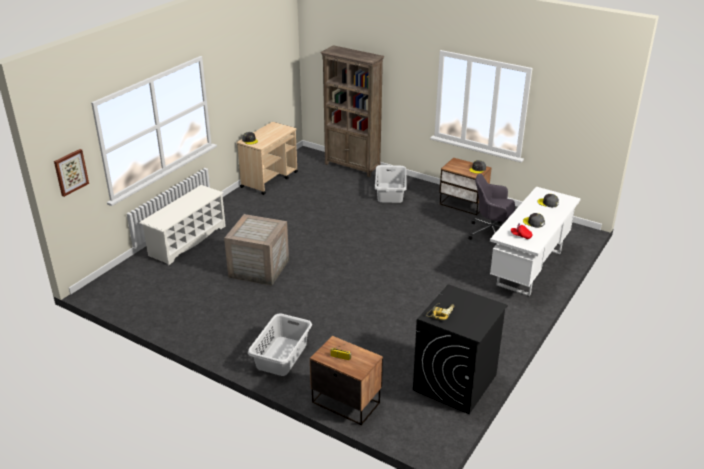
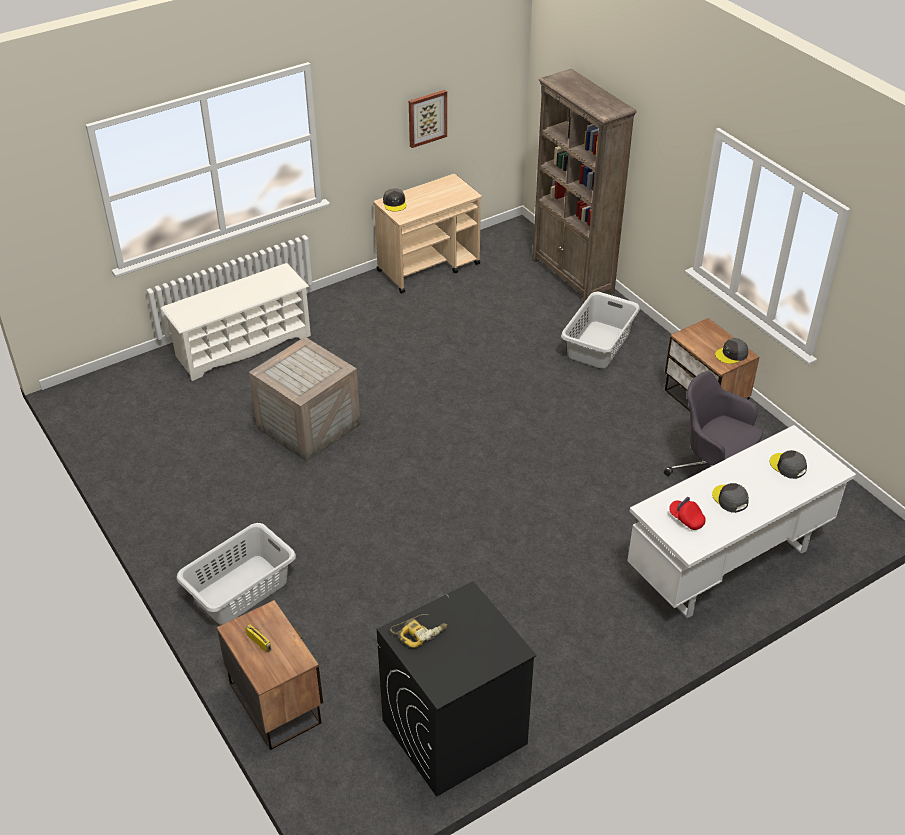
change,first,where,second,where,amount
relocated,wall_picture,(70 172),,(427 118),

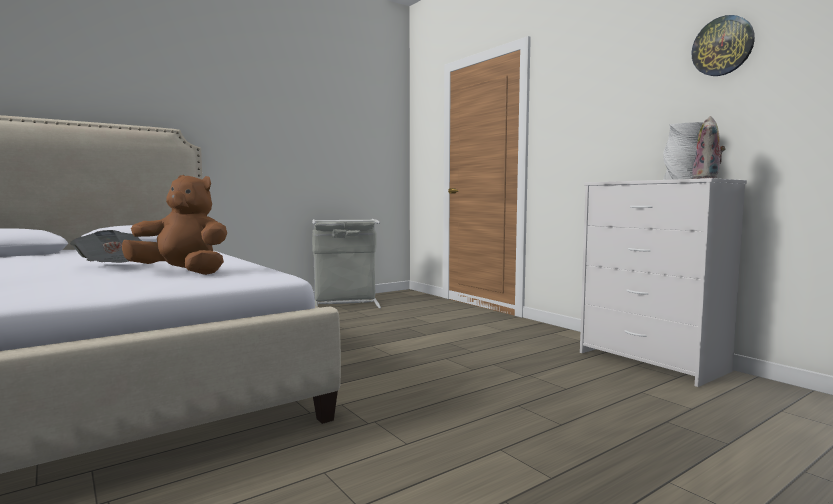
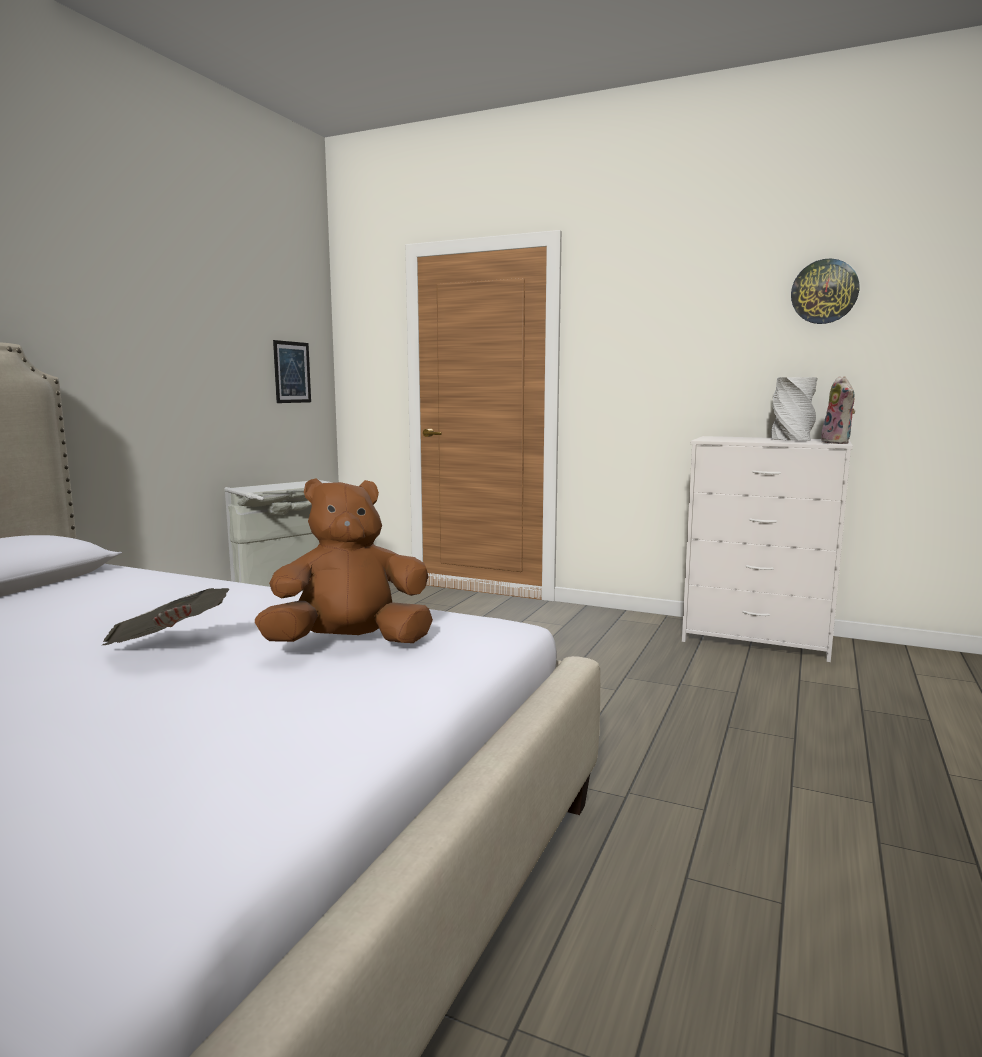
change,first,where,second,where,amount
appeared,,,wall_picture,(292 372),

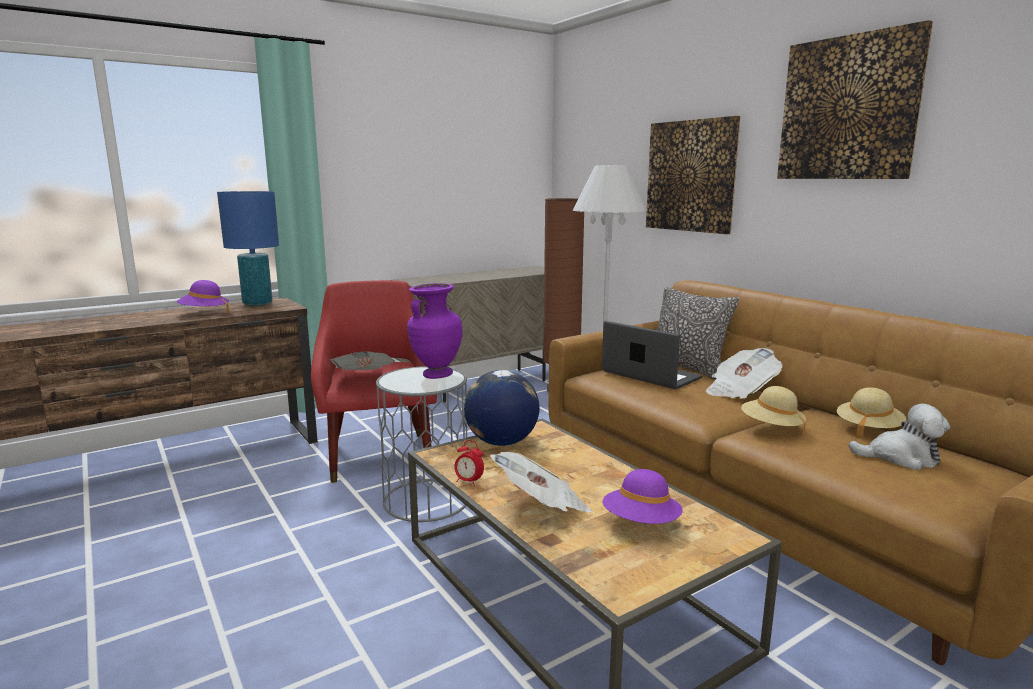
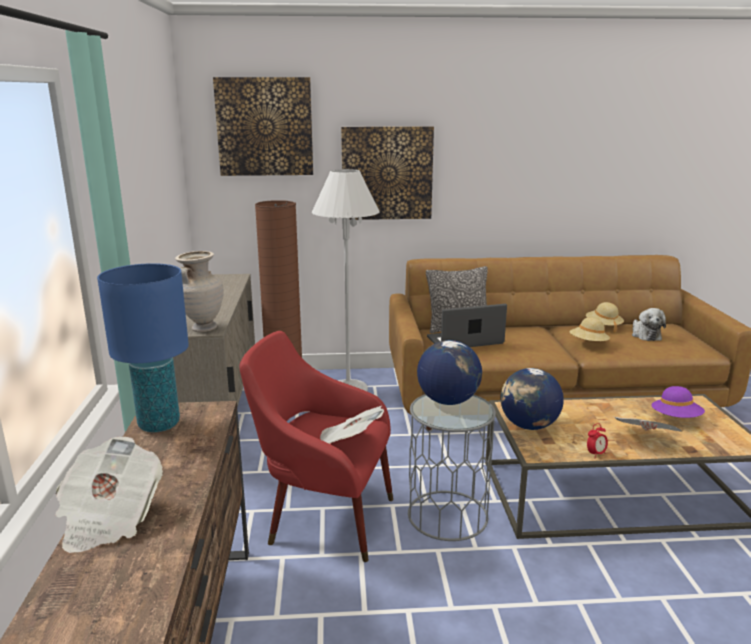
change,first,where,second,where,amount
missing,purple-coloured_hat,(204 313),,,
exchanged,purple-coloured_decorative_vase,(436 375),world_globe,(447 401),
relocated,printed_paper,(740 391),,(109 518),
relocated,wall_picture,(848 108),,(264 127),
spun,cuddly_toy,(900 458),,(645 335),135 degrees clockwise
appeared,,,sand-coloured_decorative_vase,(203 328),

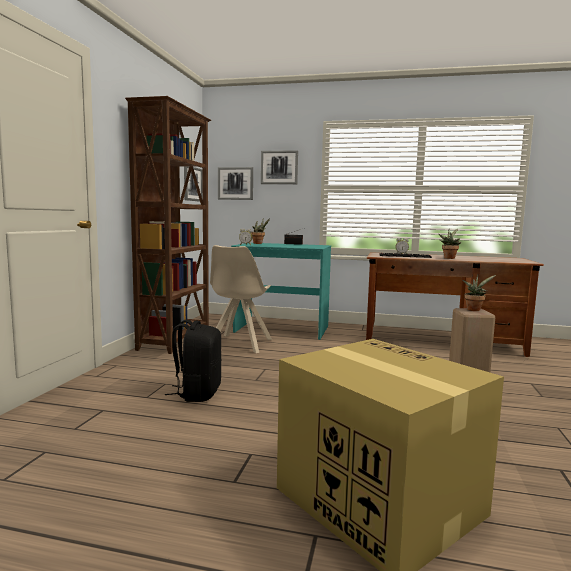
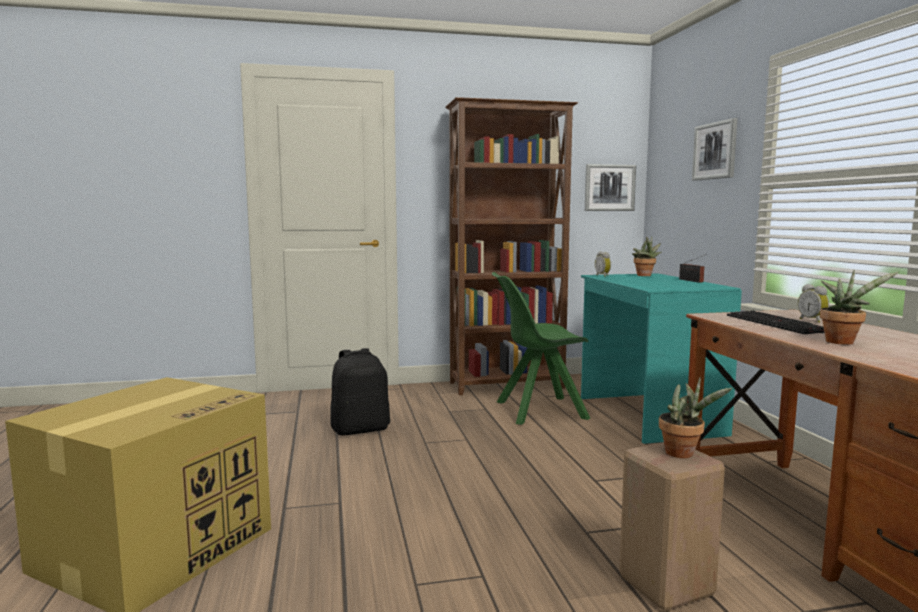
change,first,where,second,where,amount
colour,sand-coloured_plain_chair,(239 344),green-coloured_plain_chair,(538 411),
missing,wall_picture,(235 183),,,

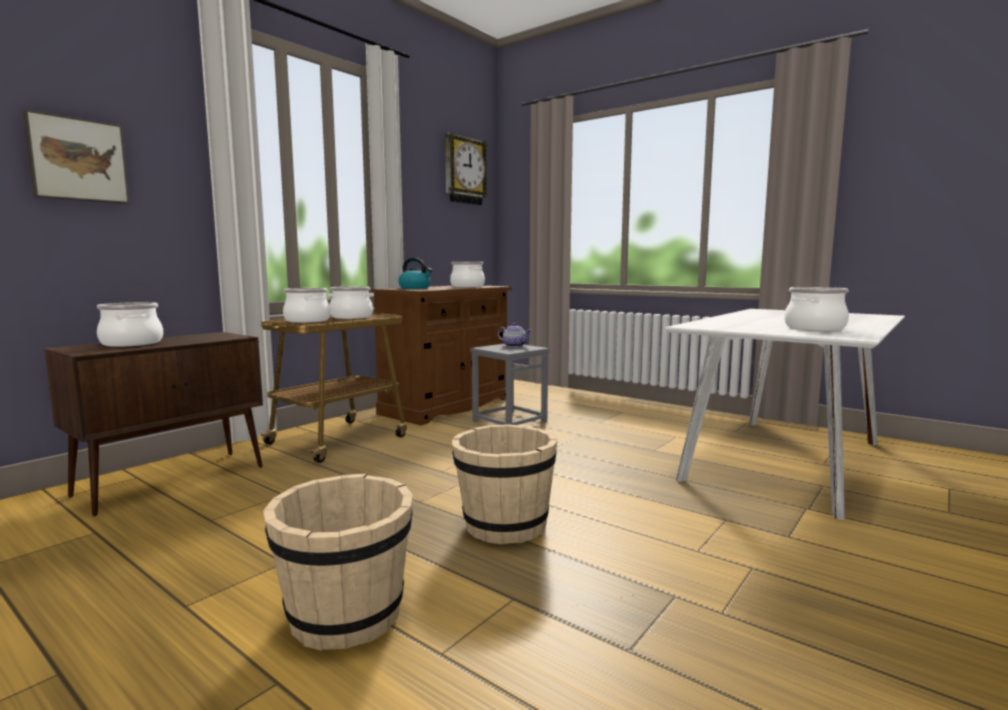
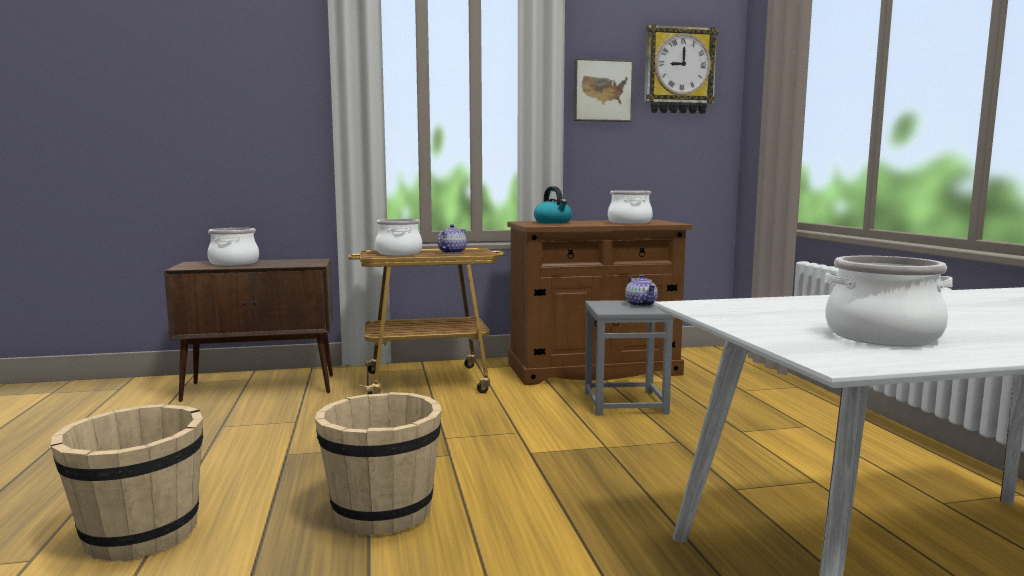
change,first,where,second,where,amount
relocated,wall_picture,(77 160),,(602 91),
exchanged,cooking_pot,(351 317),pot_for_tea,(451 252),

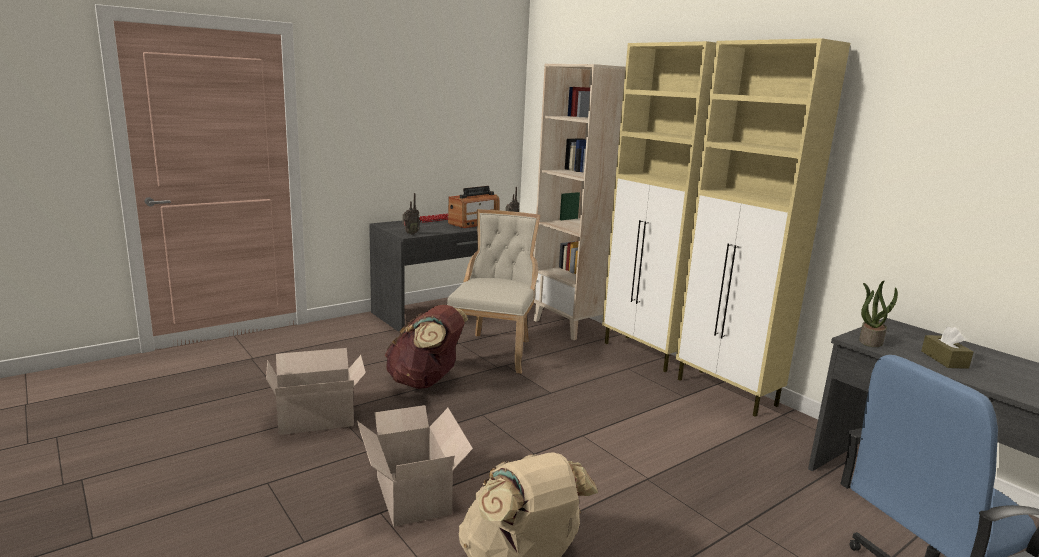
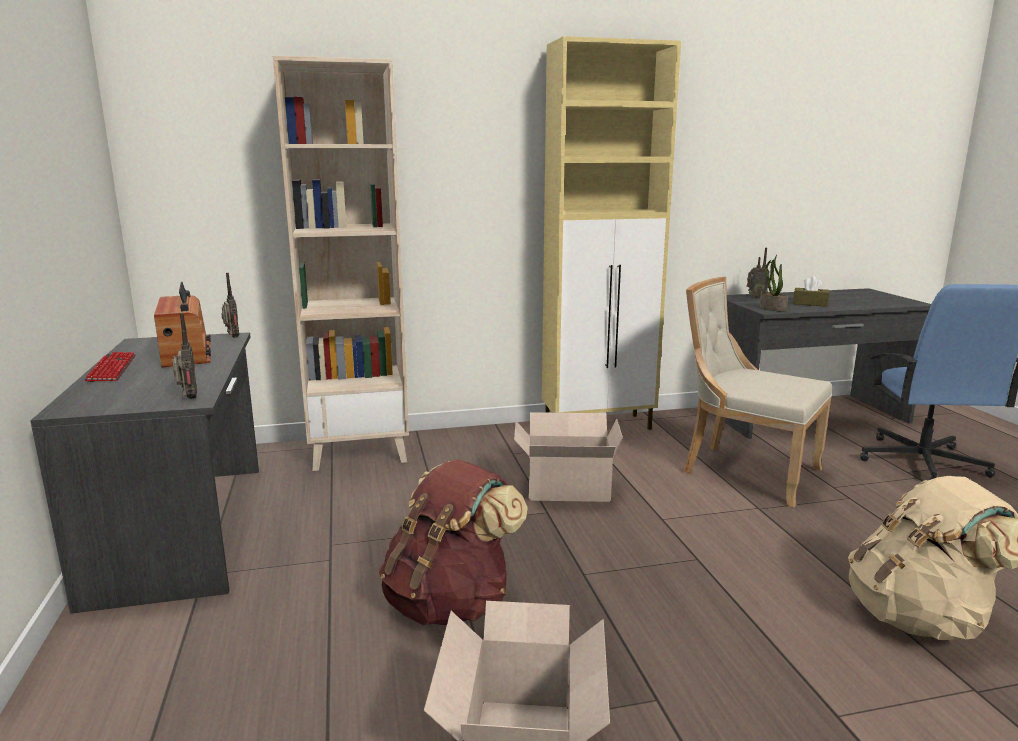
change,first,where,second,where,amount
relocated,carton,(413 493),,(565 488),
relocated,sand-coloured_plain_chair,(494 351),,(745 471),
missing,sand-coloured_storage_cabinet,(645 354),,,
appeared,,,radio_receiver,(755 297),

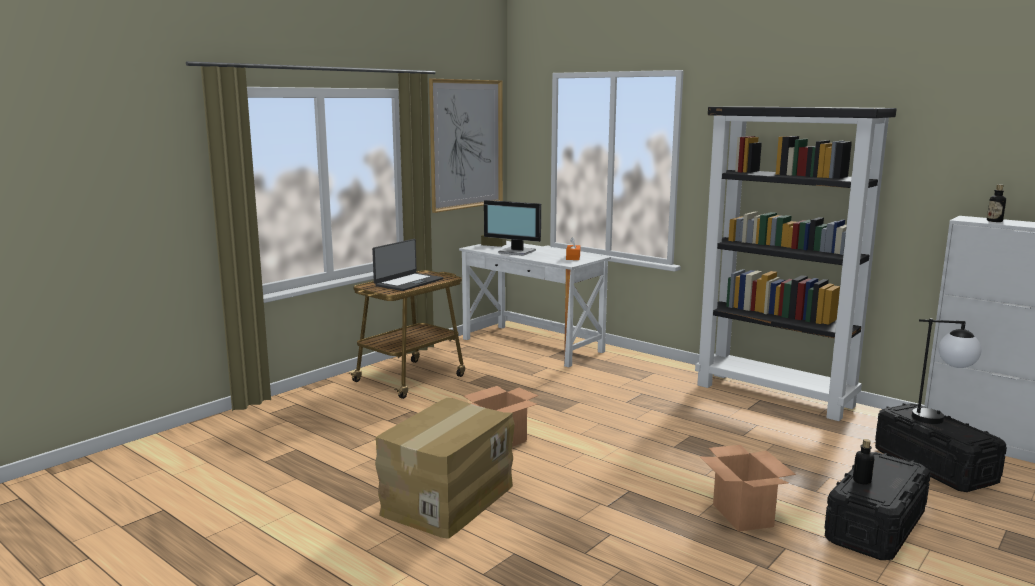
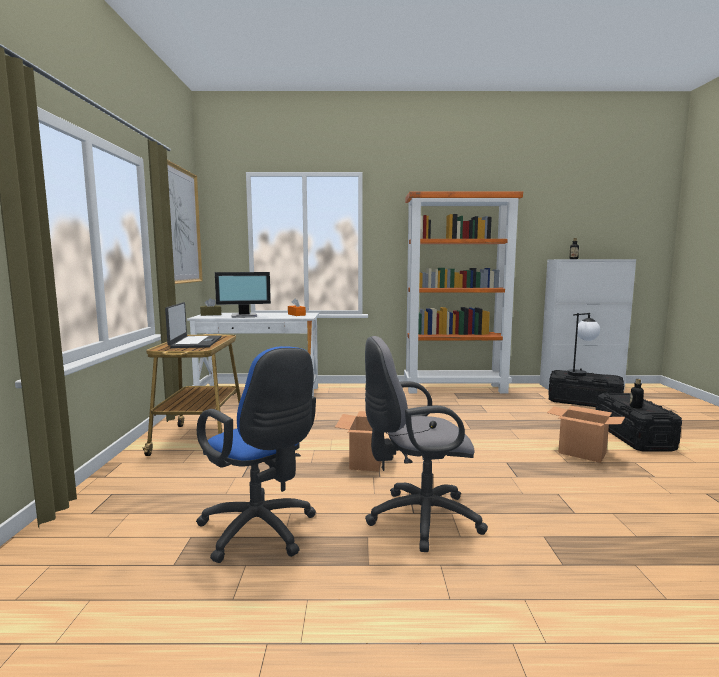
change,first,where,second,where,amount
exchanged,carton,(447 499),grey_desk_chair,(418 519),
colour,black-coloured_bookcase,(775 395),orange-coloured_bookcase,(456 388),
appeared,,,bluish_desk_chair,(261 532),

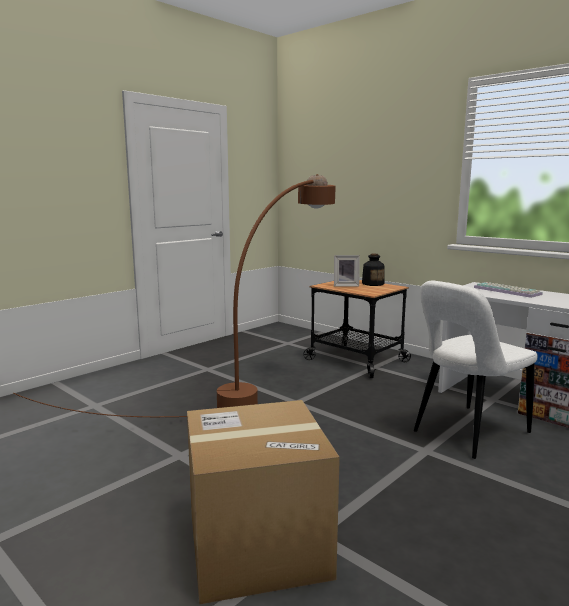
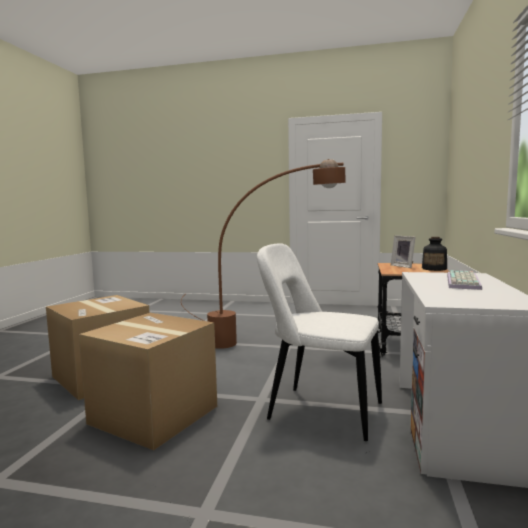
change,first,where,second,where,amount
appeared,,,carton,(154 415),

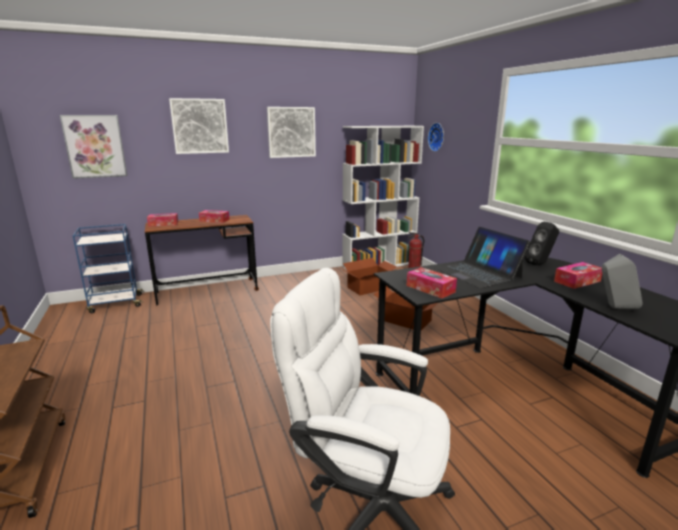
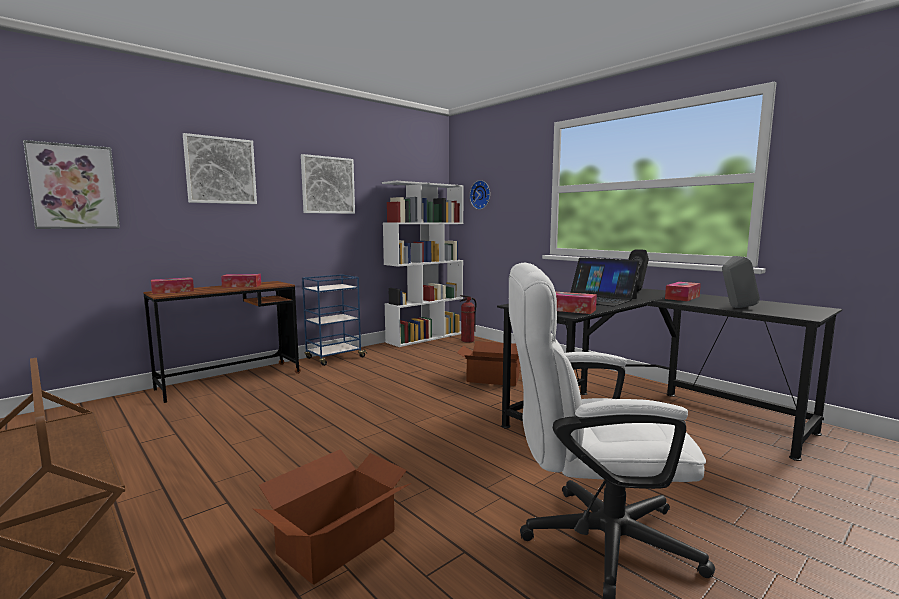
change,first,where,second,where,amount
relocated,bluish_cart,(115 304),,(334 358),
relocated,carton,(368 288),,(335 542),

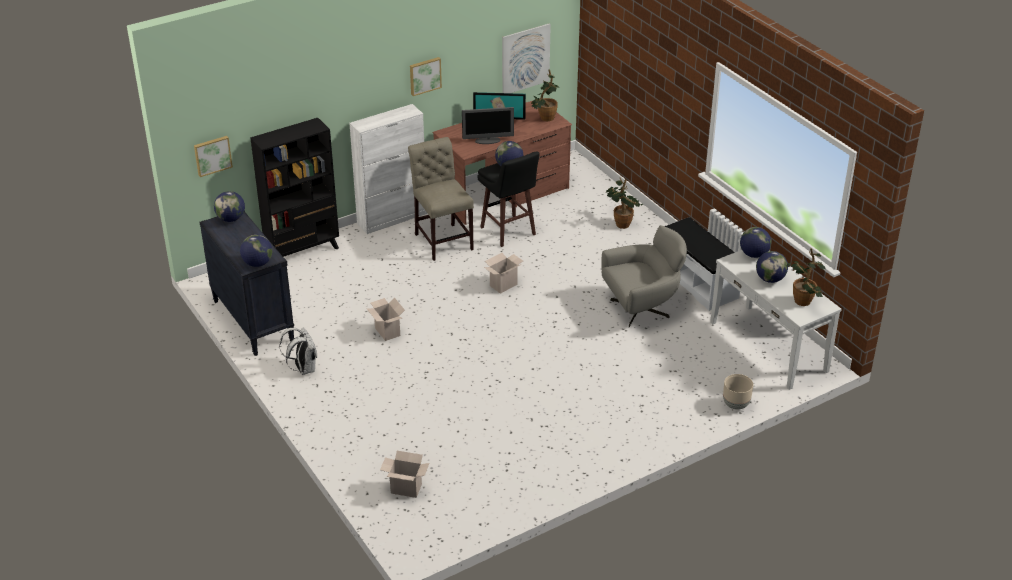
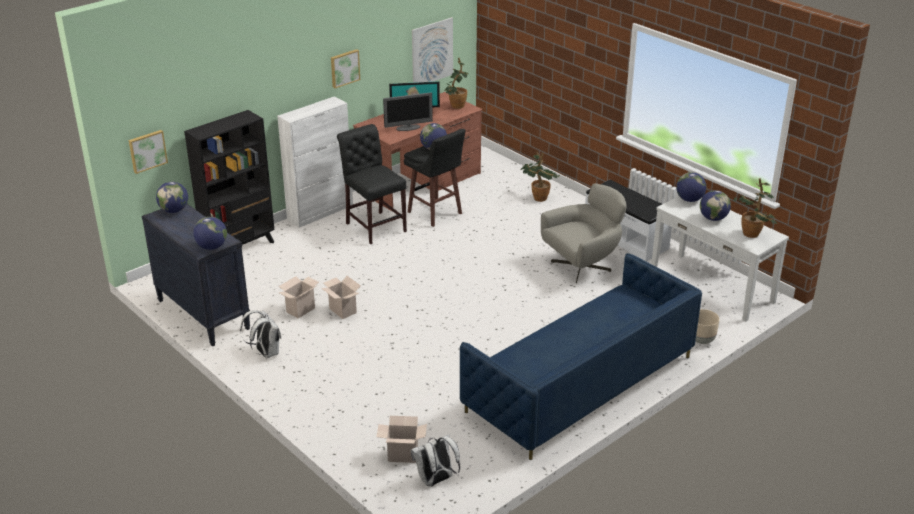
change,first,where,second,where,amount
colour,sand-coloured_plain_chair,(442 240),black-coloured_plain_chair,(374 226),
relocated,carton,(503 284),,(300 309),
appeared,,,white_rucksack,(435 480),
appeared,,,bluish_sofa,(580 385),

